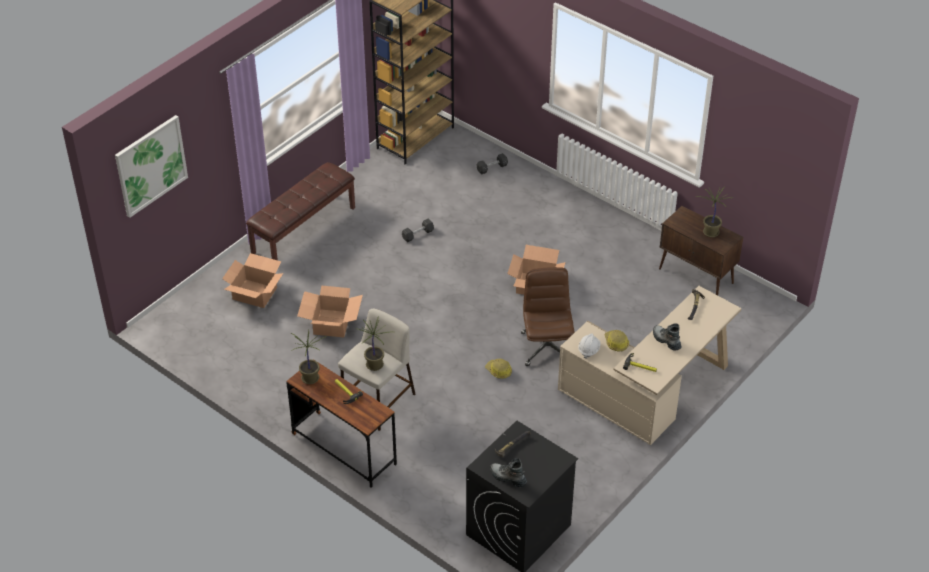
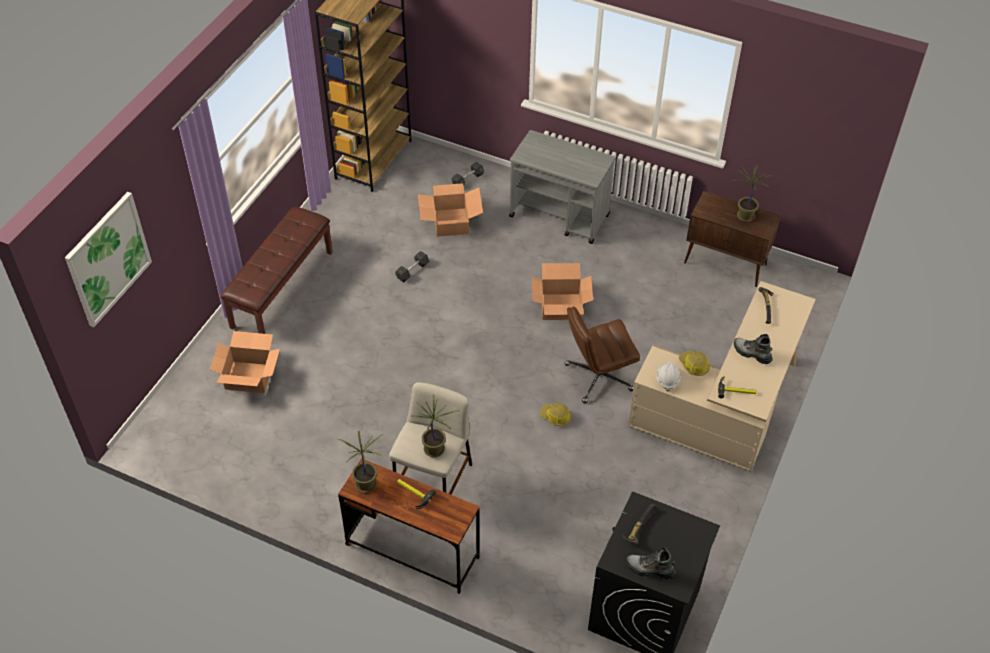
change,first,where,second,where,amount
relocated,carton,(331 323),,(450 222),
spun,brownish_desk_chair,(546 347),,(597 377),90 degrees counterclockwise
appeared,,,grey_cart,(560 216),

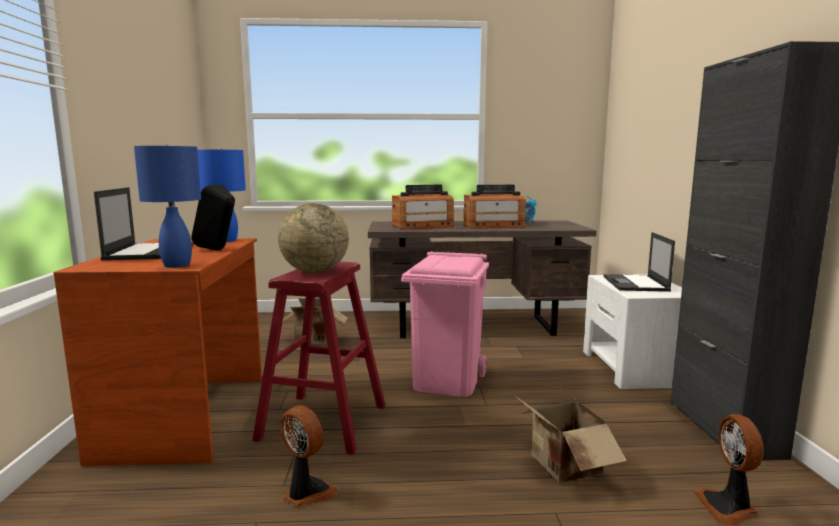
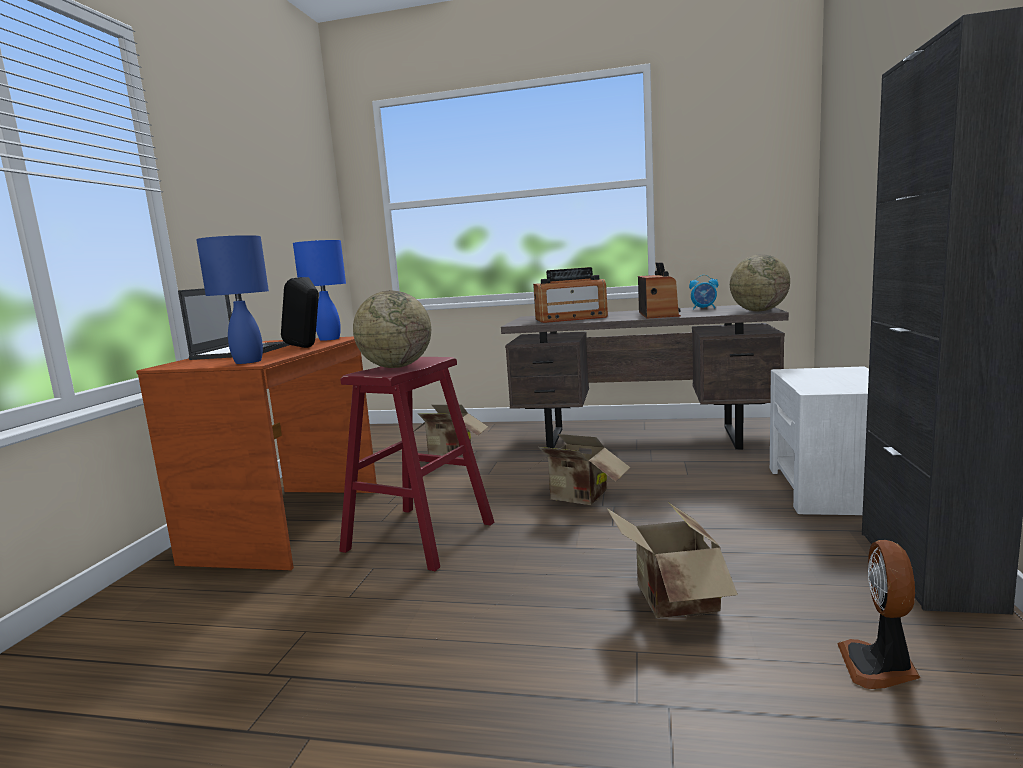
change,first,where,second,where,amount
missing,electric_fan,(306 493),,,
exchanged,pink-coloured_waste_bin,(447 381),carton,(578 498),
spun,radio_receiver,(493 226),,(658 314),90 degrees counterclockwise
missing,laptop,(635 284),,,
appeared,,,world_globe,(759 311),

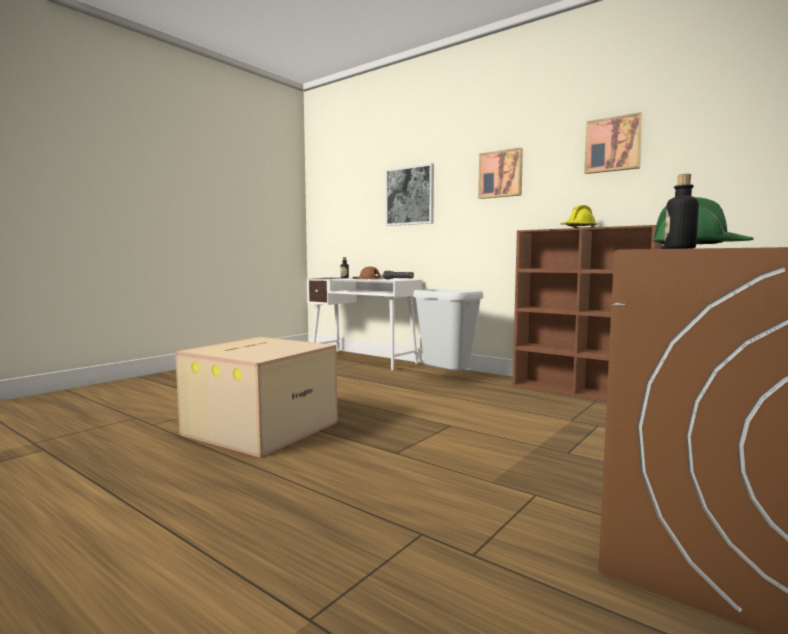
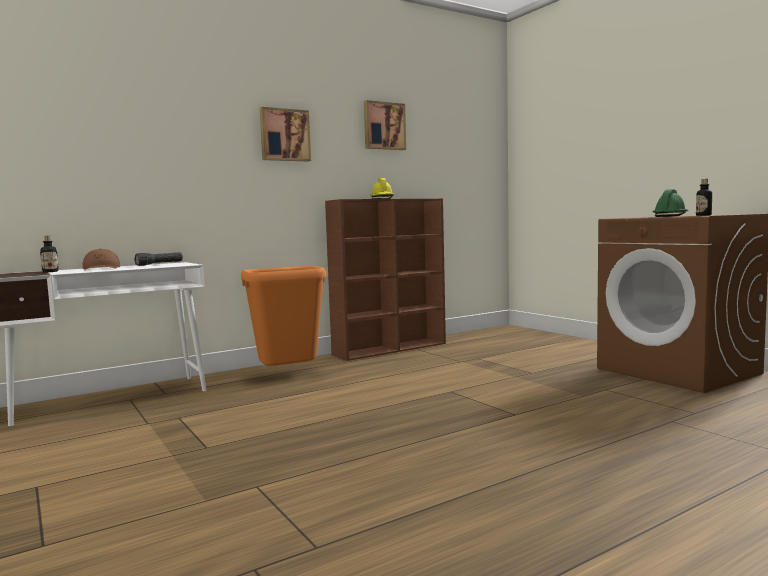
change,first,where,second,where,amount
missing,carton,(261 427),,,
missing,wall_picture,(410 196),,,
colour,grey_waste_bin,(447 379),orange-coloured_waste_bin,(288 375),

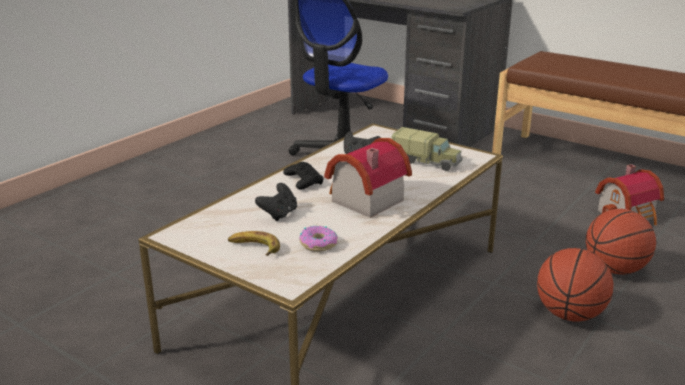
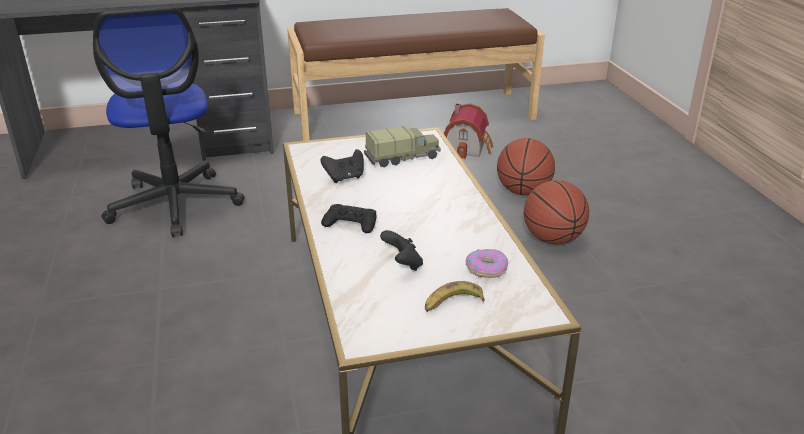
change,first,where,second,where,amount
missing,toy_house,(363 200),,,

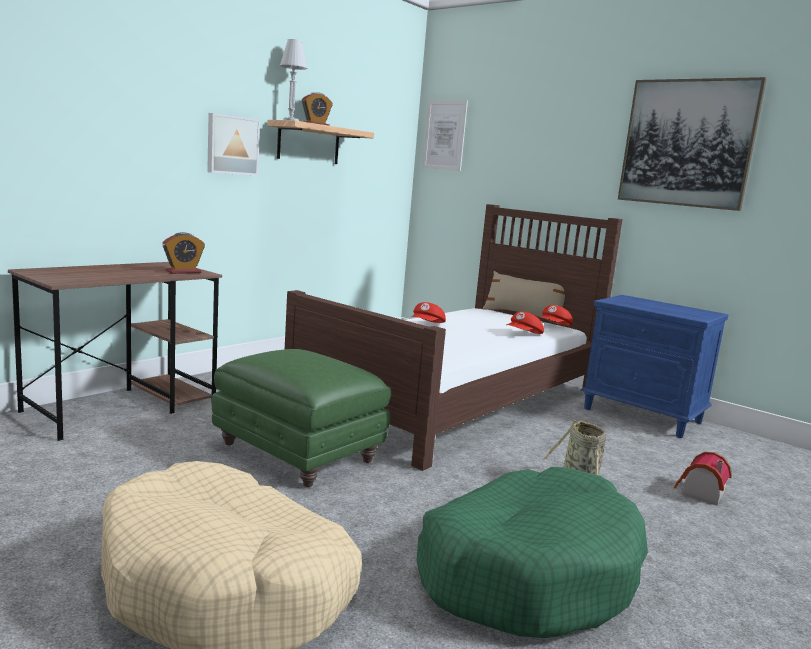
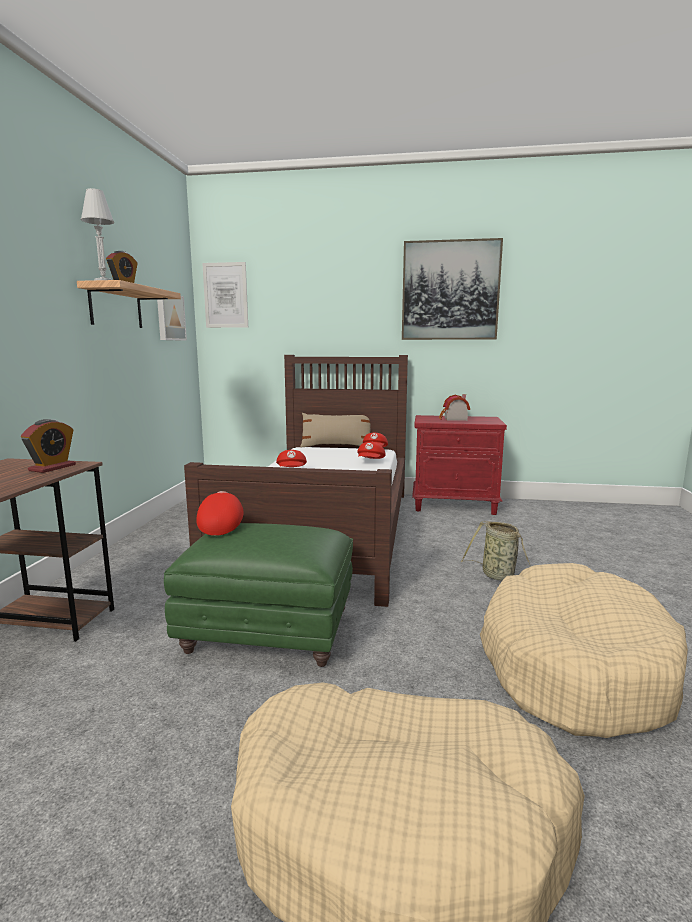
change,first,where,second,where,amount
relocated,wall_picture,(232 145),,(169 317),
colour,green-coloured_dog_cushion,(527 572),sand-coloured_dog_cushion,(572 665),
colour,bluish_night_table,(643 415),red-coloured_night_table,(455 505),
relocated,toy_house,(699 493),,(454 419),
appeared,,,red-coloured_cap,(221 525),

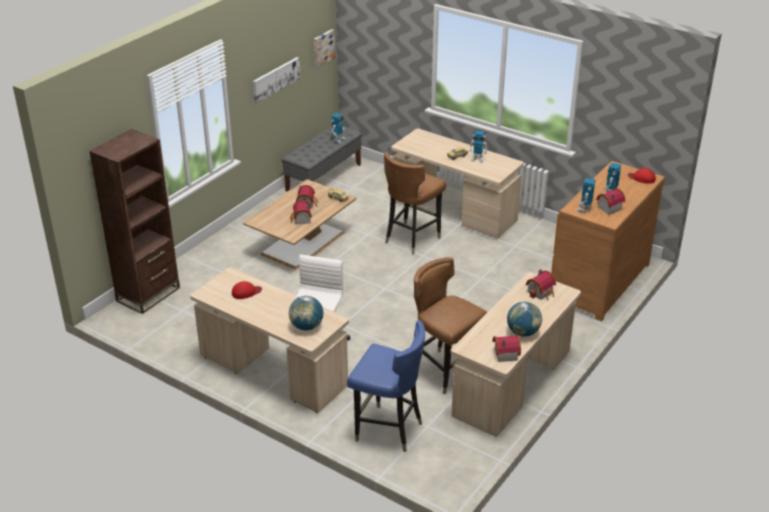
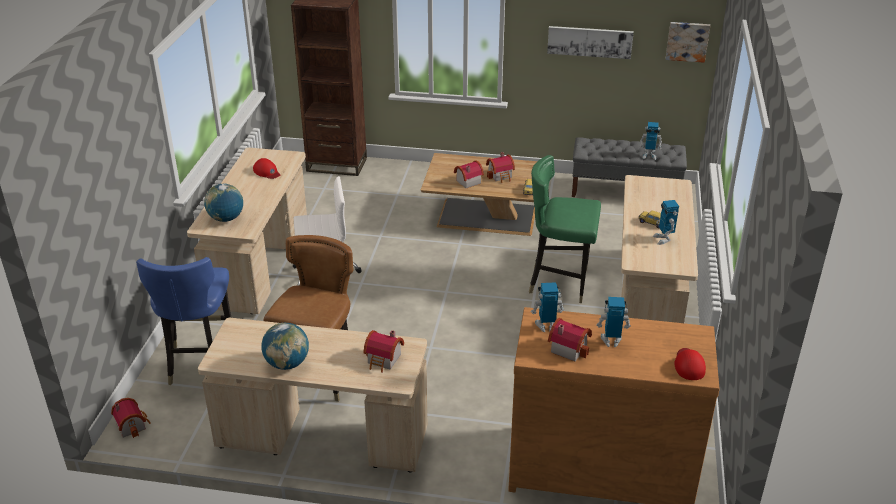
change,first,where,second,where,amount
colour,brownish_plain_chair,(411 238),green-coloured_plain_chair,(560 283),
relocated,toy_house,(504 354),,(132 425),

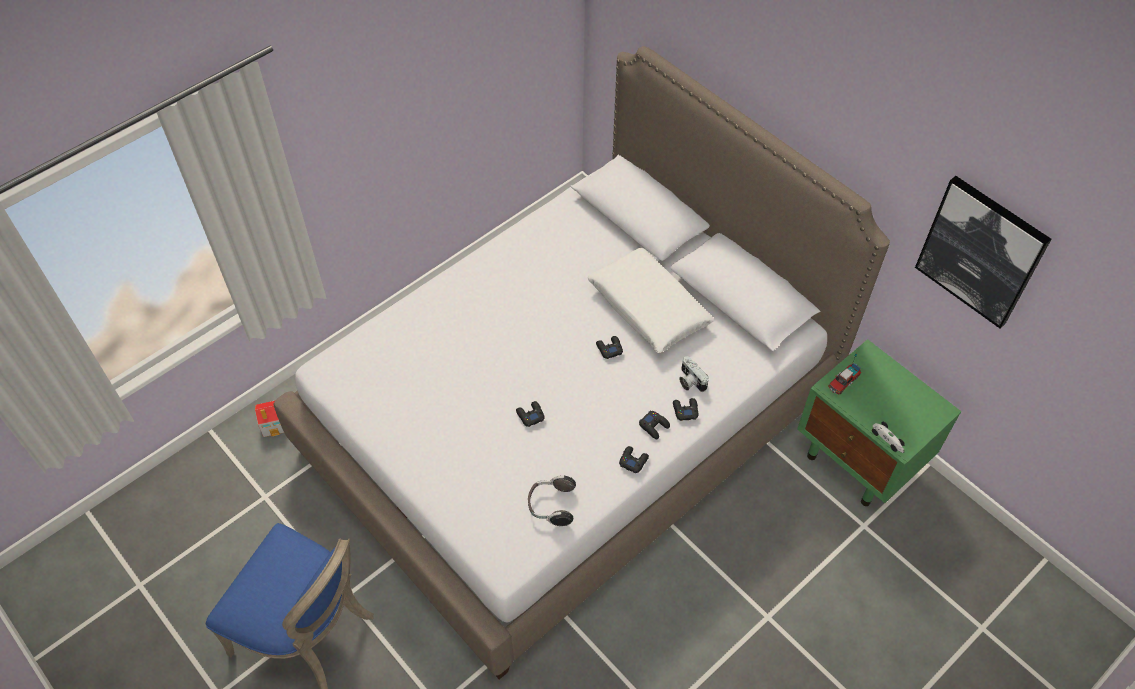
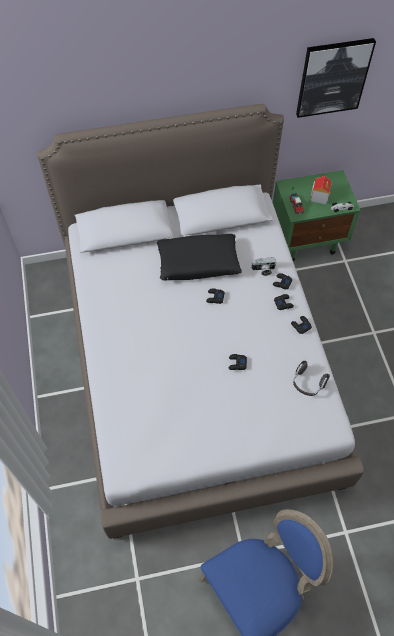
change,first,where,second,where,amount
relocated,toy_house,(274 424),,(319 196),
colour,white_throw_pillow,(648 308),black-coloured_throw_pillow,(198 263),

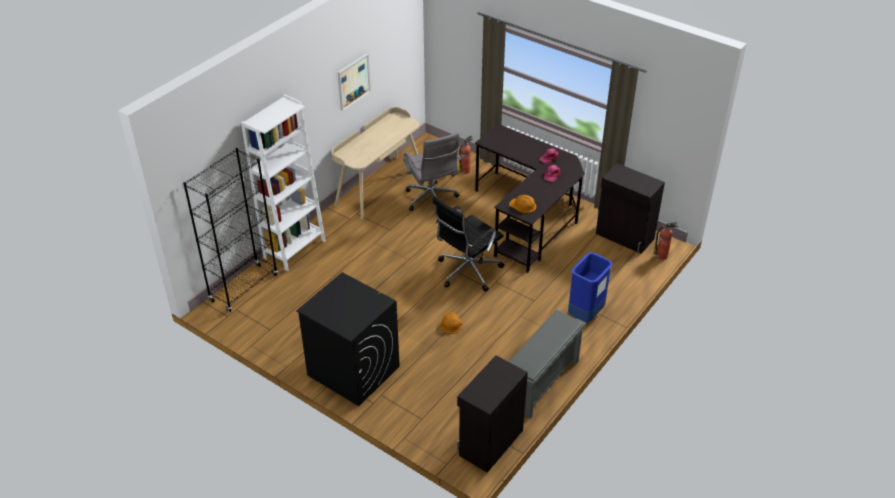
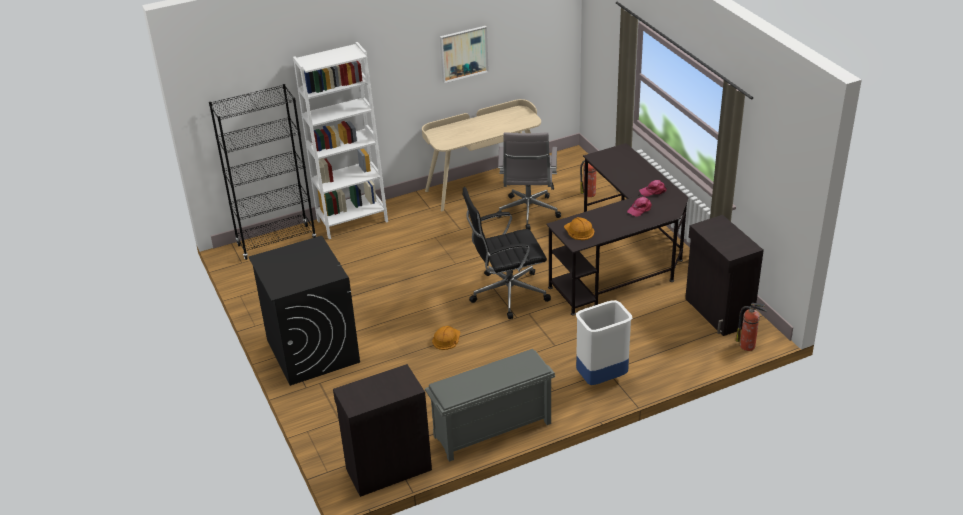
change,first,where,second,where,amount
colour,bluish_waste_bin,(586 314),white_waste_bin,(601 378),

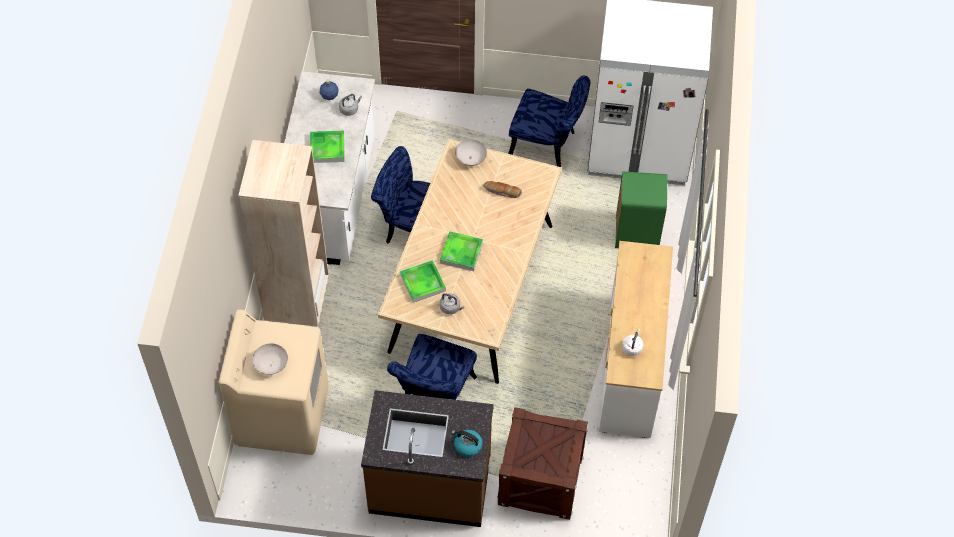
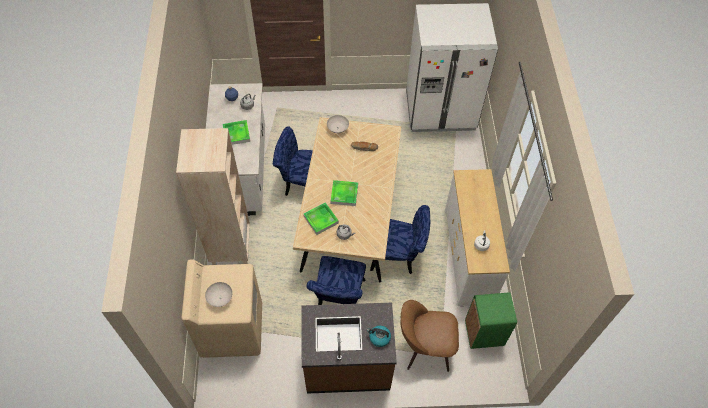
change,first,where,second,where,amount
exchanged,shipping_crate,(540 479),brownish_plain_chair,(425 347),
relocated,bluish_plain_chair,(548 145),,(398 256),
relocated,green-coloured_waste_bin,(637 235),,(484 333),

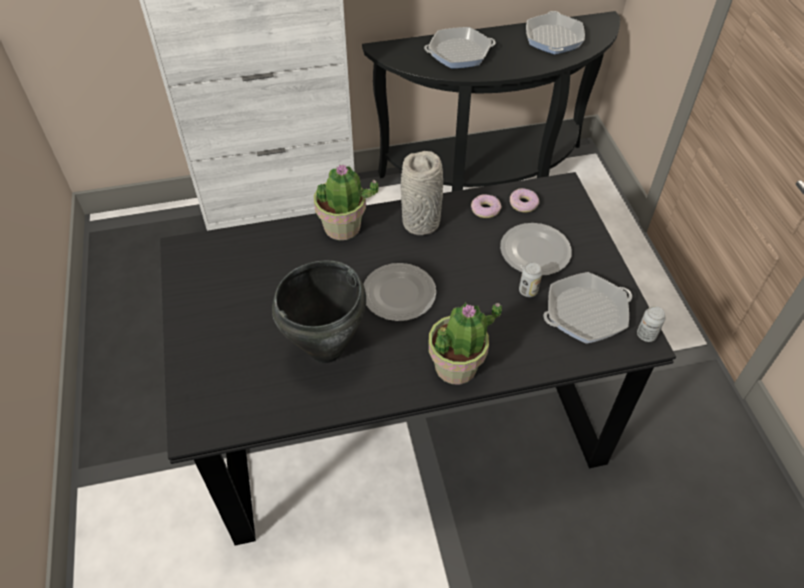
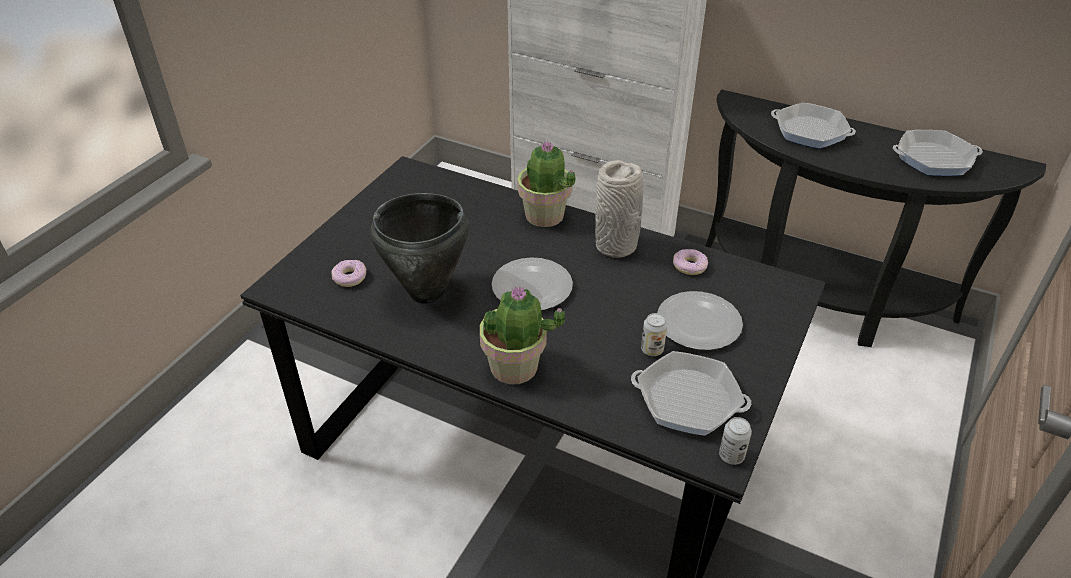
change,first,where,second,where,amount
relocated,ring_doughnut,(523 204),,(349 277),
spun,pan,(553 38),,(933 159),135 degrees counterclockwise

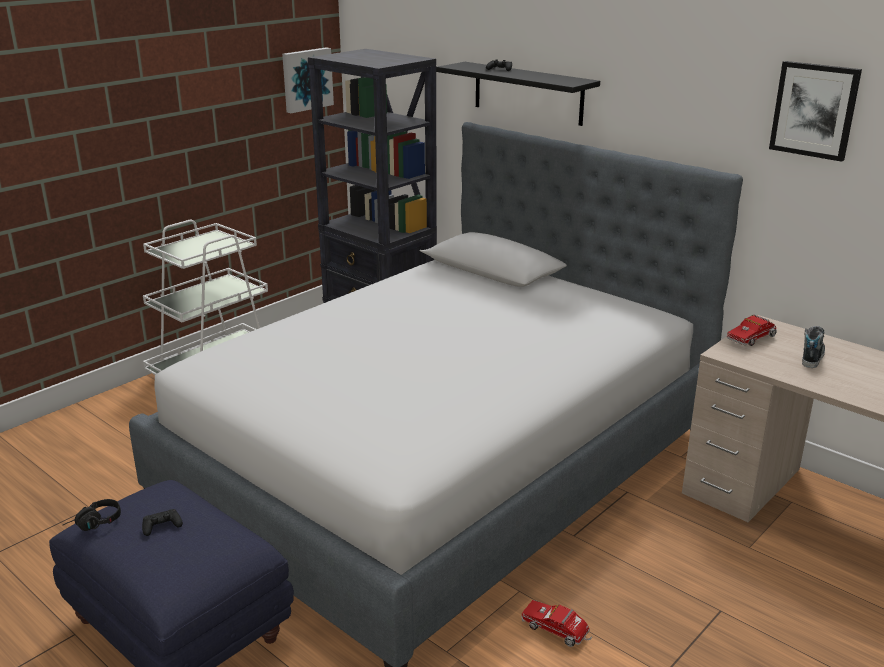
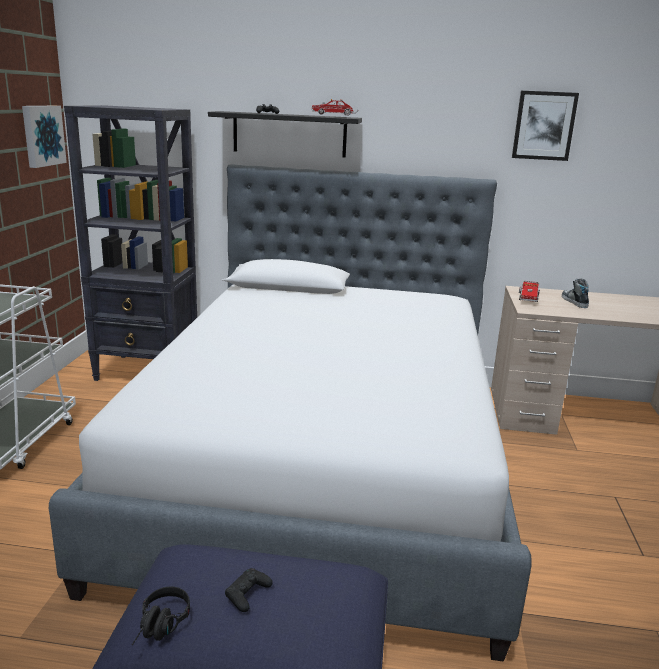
change,first,where,second,where,amount
relocated,model_truck,(558 631),,(334 116),

